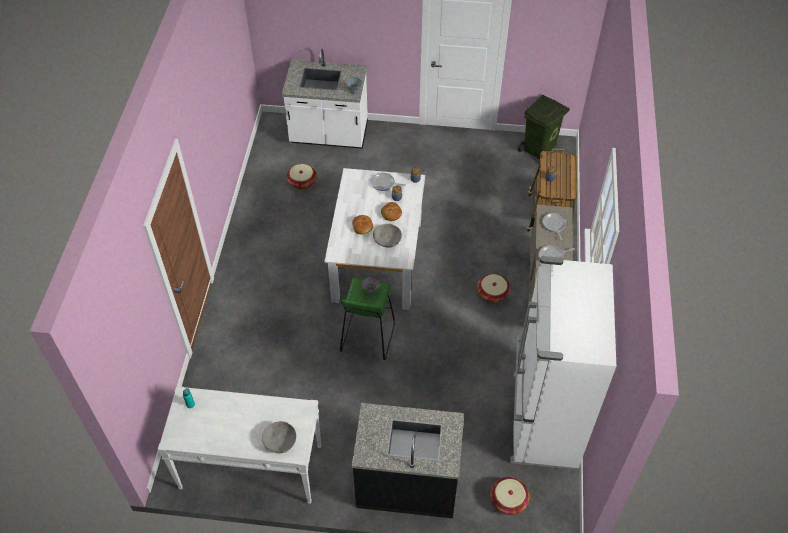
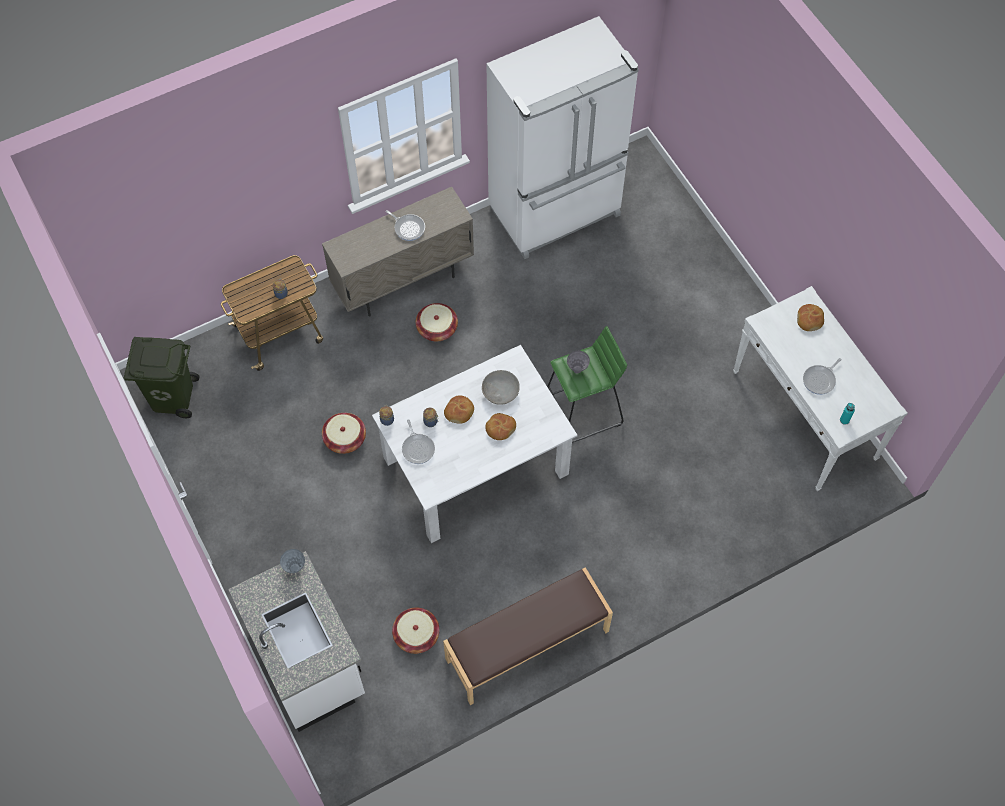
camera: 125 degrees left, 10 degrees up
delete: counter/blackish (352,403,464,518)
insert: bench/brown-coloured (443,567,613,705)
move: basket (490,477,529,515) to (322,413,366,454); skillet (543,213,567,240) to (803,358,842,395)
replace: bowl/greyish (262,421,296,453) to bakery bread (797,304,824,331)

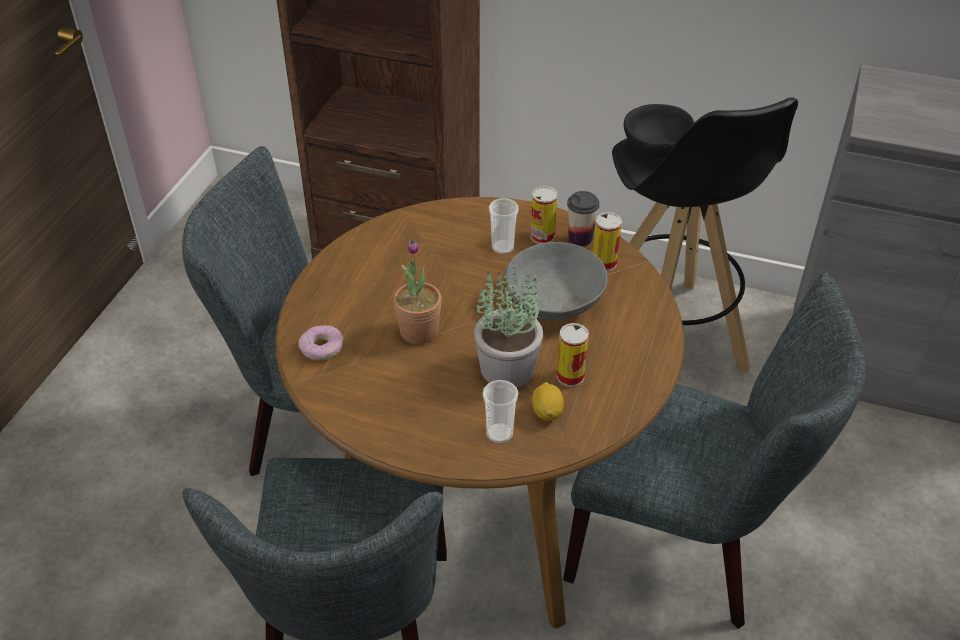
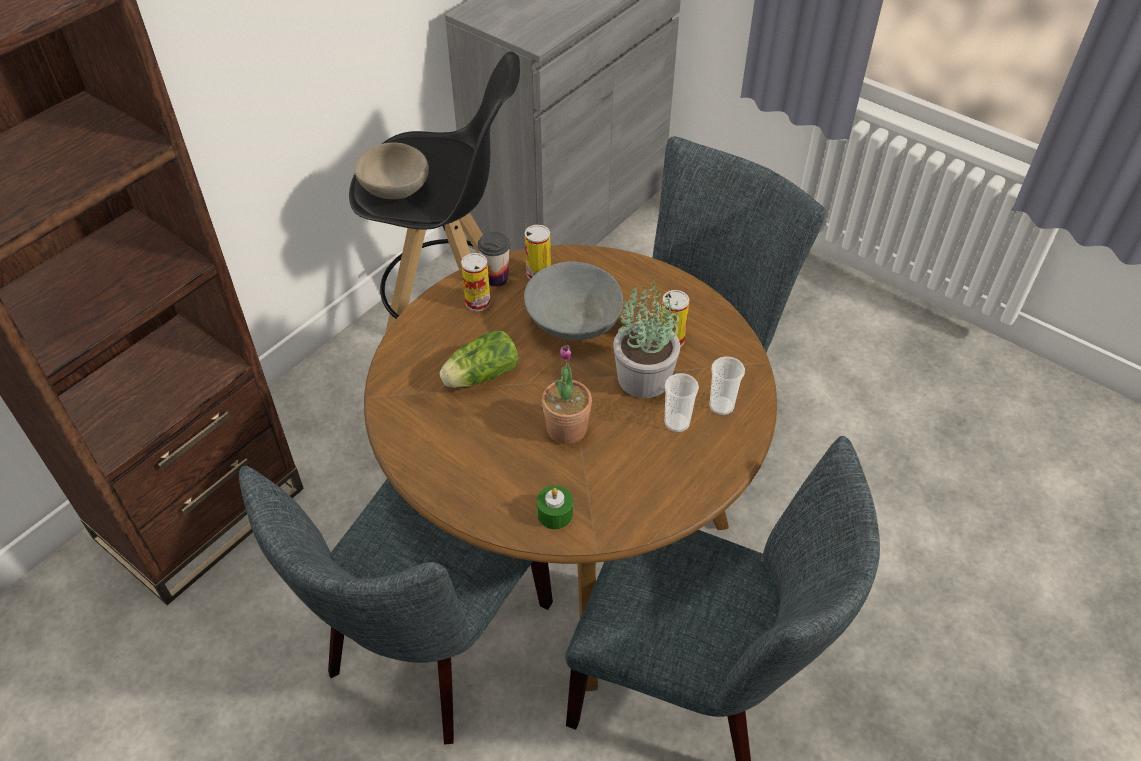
camera: 70 degrees left, 5 degrees up
delete: citrus fruit (532,382,564,421)
insert: head of lettuce (440,331,519,388)
move: small cup (489,198,519,254) to (665,373,699,432)
replace: ring doughnut (299,325,343,360) to wax candle/greenish (537,485,573,529)
recolor: bowl/blackish (624,104,694,158) to bowl/sand-coloured (355,142,429,199)

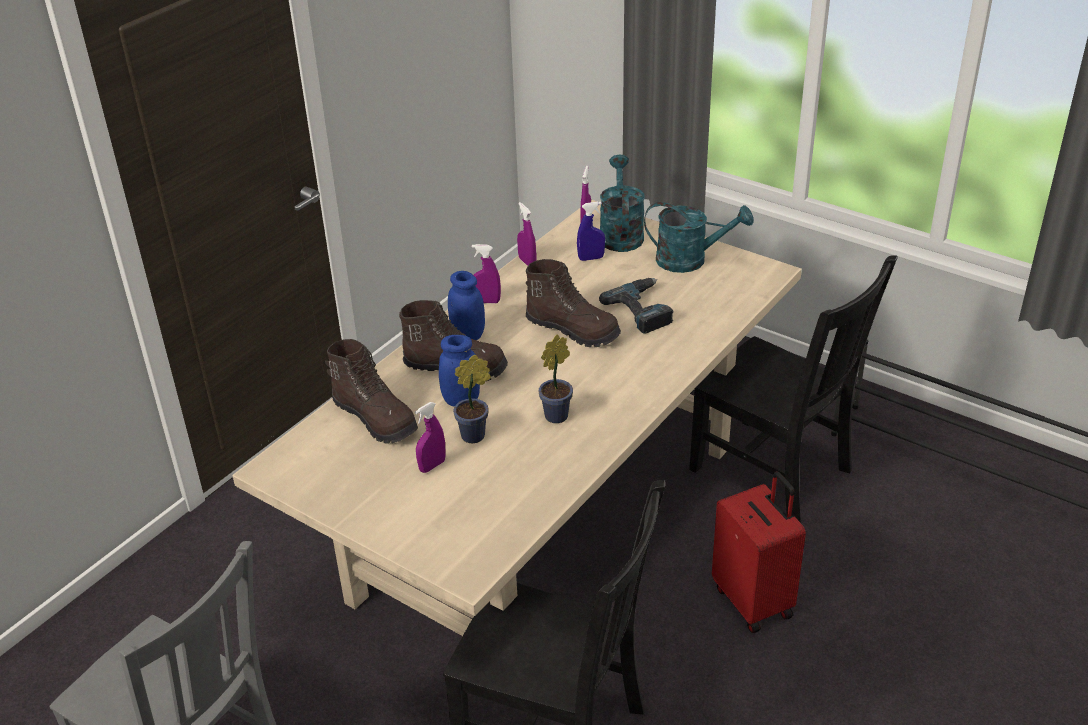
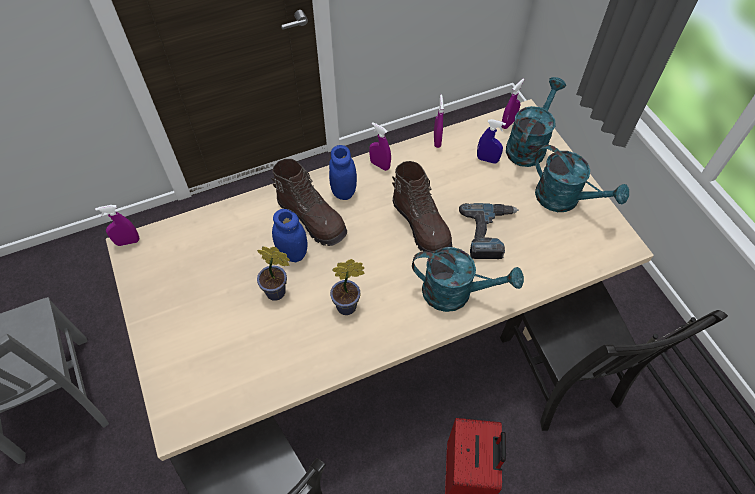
camera: 30 degrees right, 20 degrees up
delete: boot/brown-coloured (325,339,418,444)
insert: watering can/turquoise-coloured (412,247,524,312)
move: spray bottle/purple (415,402,446,473) to (95,205,139,246)

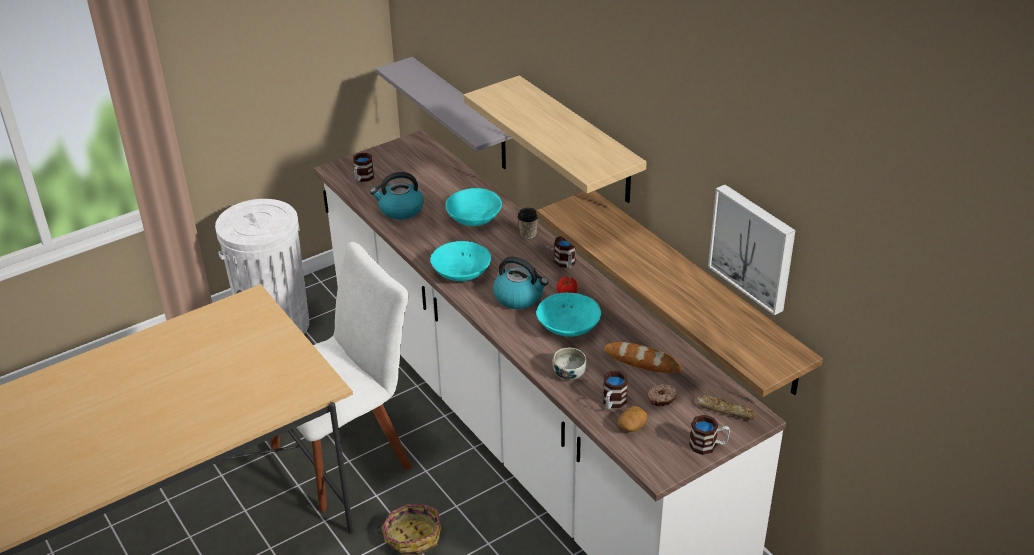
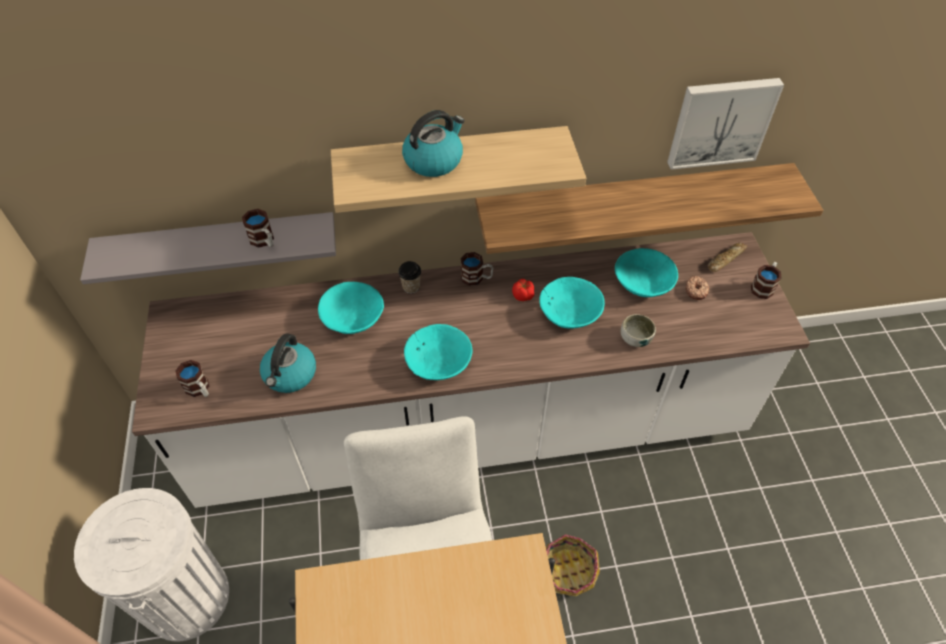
camera: 65 degrees left, 15 degrees up
delete: spud (618,406,648,432)
move: kettle (493,257,548,309) to (402,110,465,177); mug (603,371,628,410) to (242,209,274,248)
replace: bakery bread (604,342,682,373) to bowl/turquoise-coloured (615,248,678,297)

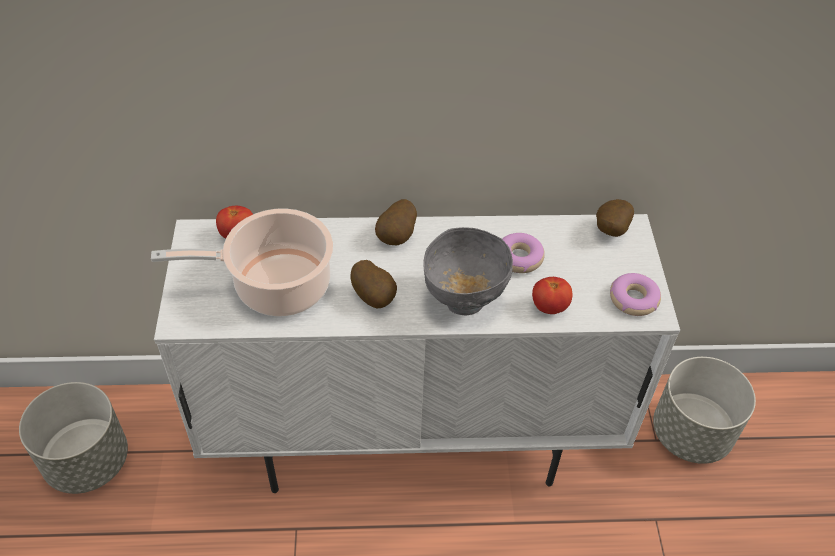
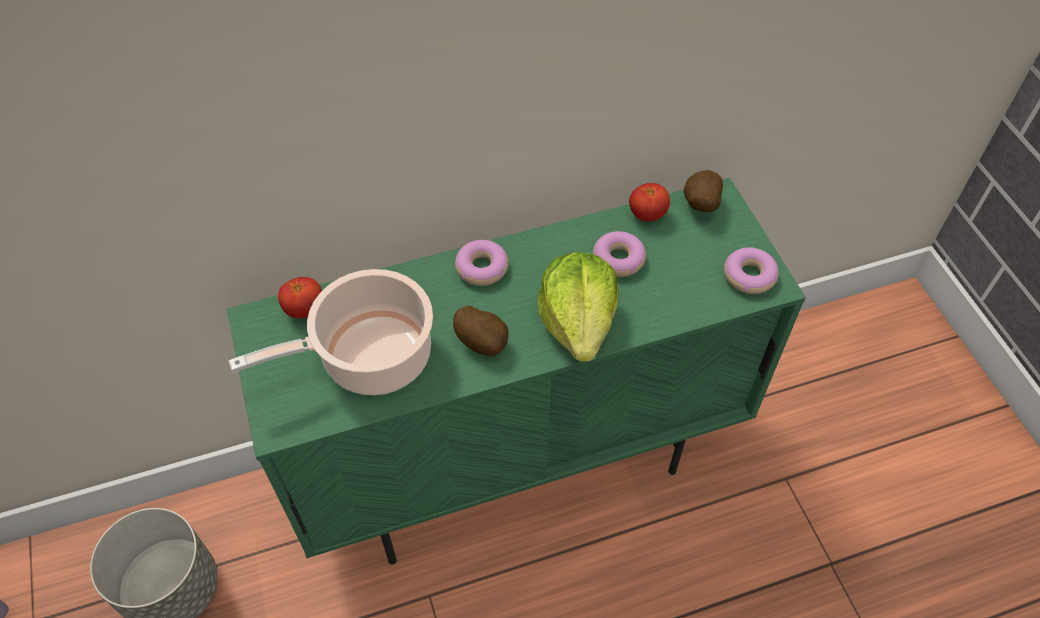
camera: 15 degrees left, 5 degrees up
delete: plant pot/greyish (653,357,756,464)
move: tomato (532,277,572,314) to (629,183,670,222)
replace: spud (375,199,417,245) to ring doughnut (455,240,509,286); bowl/greyish (423,227,513,315) to head of lettuce (537,252,619,362)
recolor: storage cabinet/white (154,214,680,493) to storage cabinet/greenish (227,178,806,565)

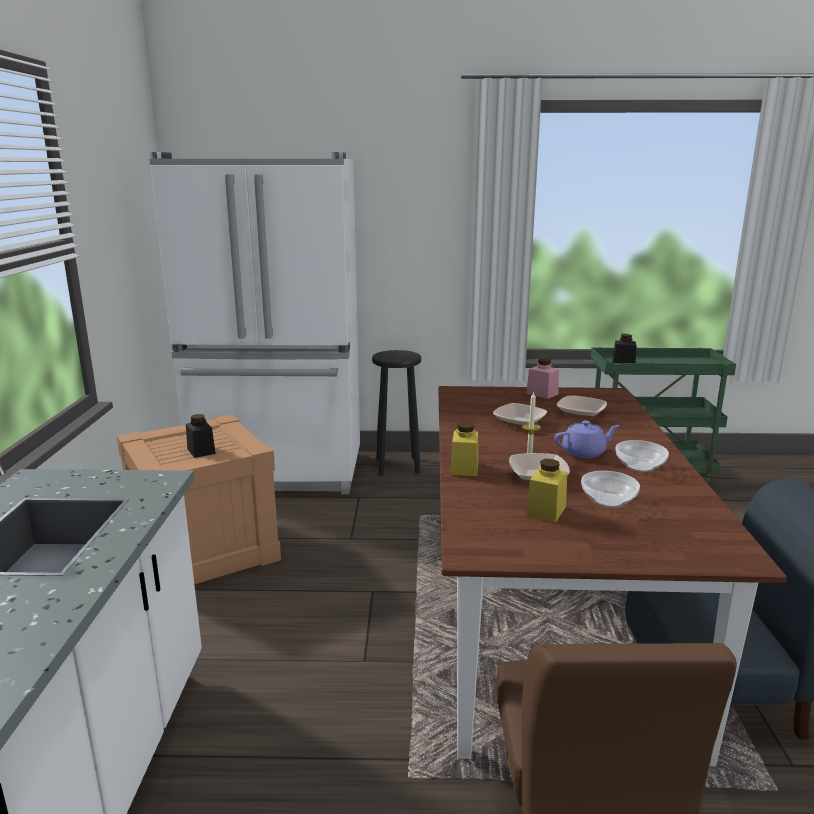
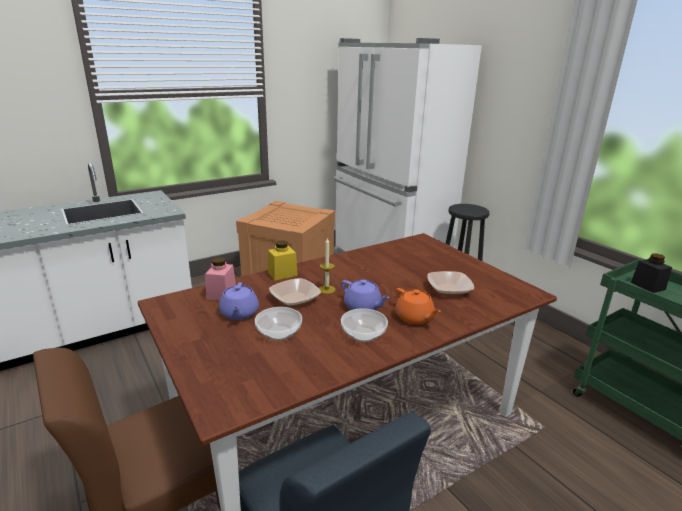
camera: 55 degrees right, 5 degrees up
delete: preserve jar/blackish (186,414,216,458); bowl (493,403,547,428)
insert: teapot/orange-coloured (395,288,441,324)
move: preserve jar/pink-coloured (526,358,559,399) to (205,257,236,301)
replace: preserve jar/yellow-coloured (526,459,567,523) to teapot/purple (219,282,259,320)

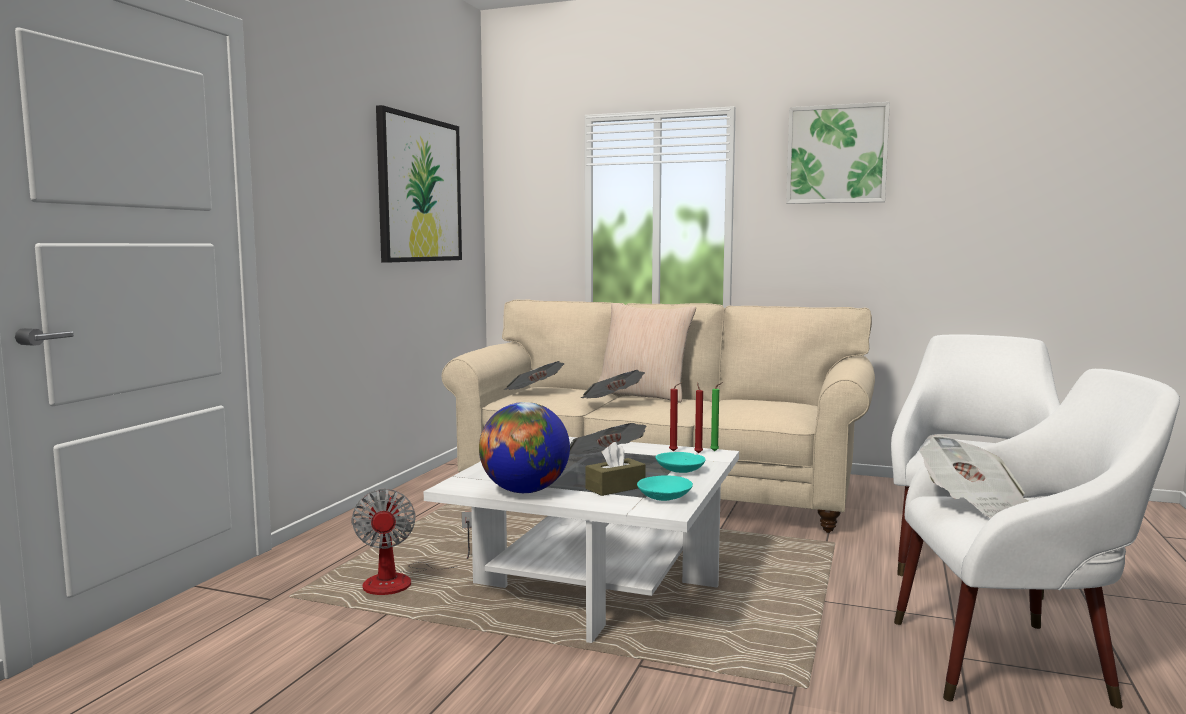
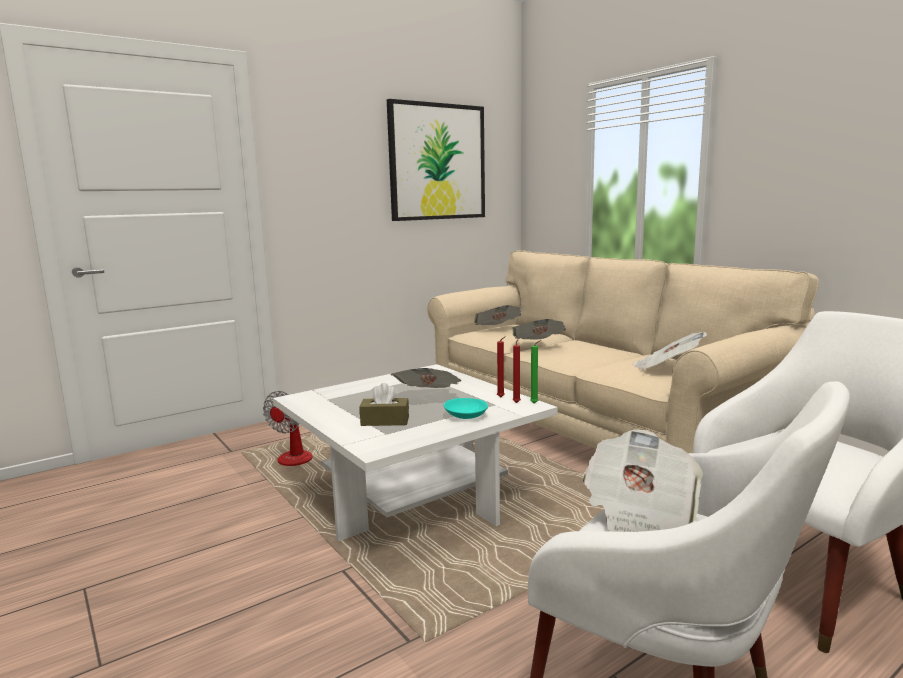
camera: 35 degrees right, 5 degrees up
delete: world globe (479,402,570,493); cushion/sand-coloured (598,303,696,403); bowl/turquoise-coloured (637,475,693,501); wall art (786,102,890,204)
insert: daily paper (632,332,707,370)

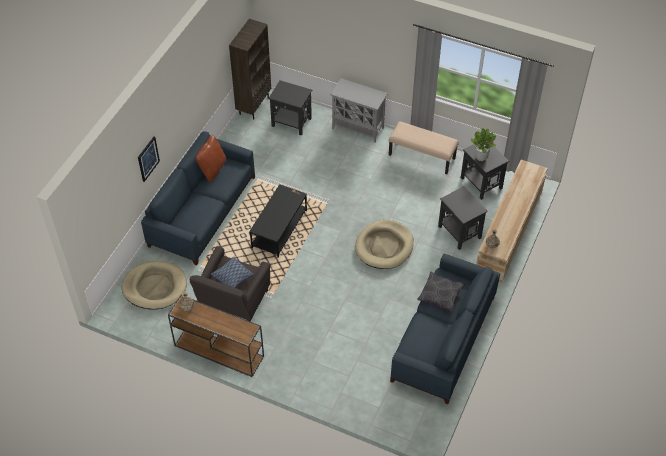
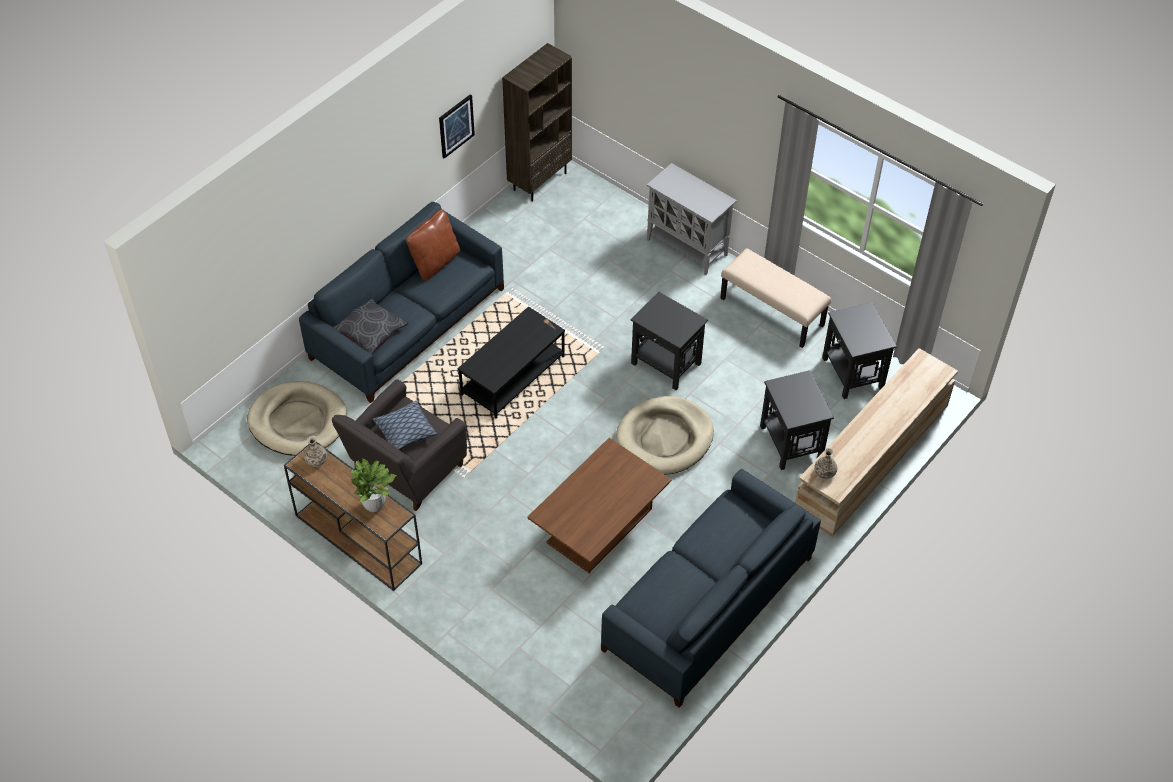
camera: 15 degrees right, 0 degrees up
insert: low table/brown-coloured (527,438,672,573)
move: wall art (138,137,160,182) to (439,94,475,159); accent table/blackish (268,80,312,136) to (631,292,708,390); cushion/greyish (417,272,465,312) to (333,299,409,354); houseplant (471,128,497,161) to (351,459,396,512)

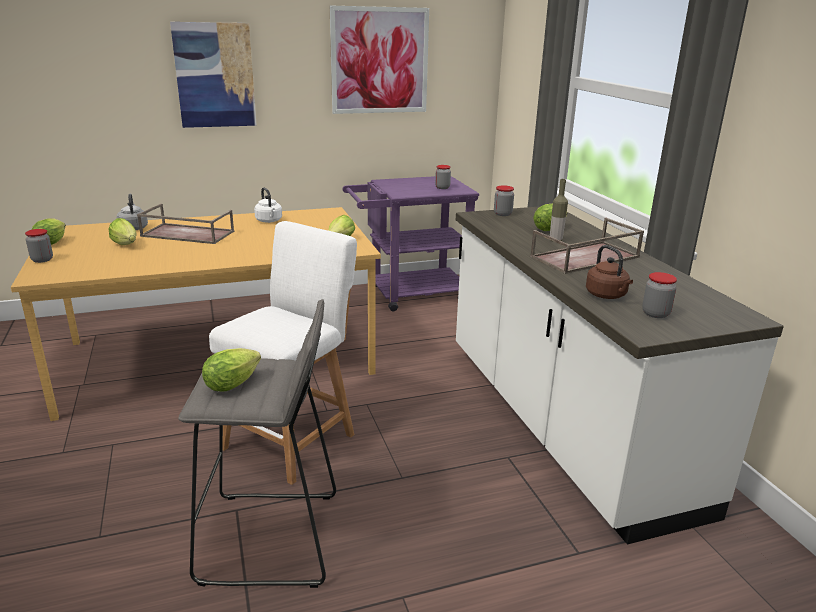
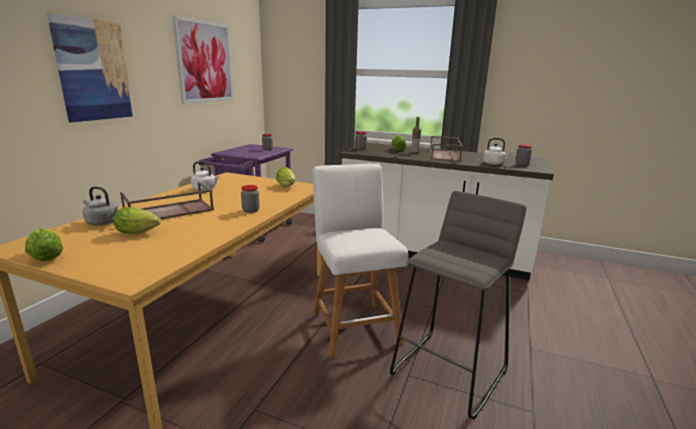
camera: 50 degrees left, 5 degrees down
delete: head of lettuce (202,348,261,392)
move: preserve jar (25,229,53,263) to (241,185,259,213)
recolor: kettle/brown-coloured (586,245,633,299) to kettle/white (483,138,513,165)

